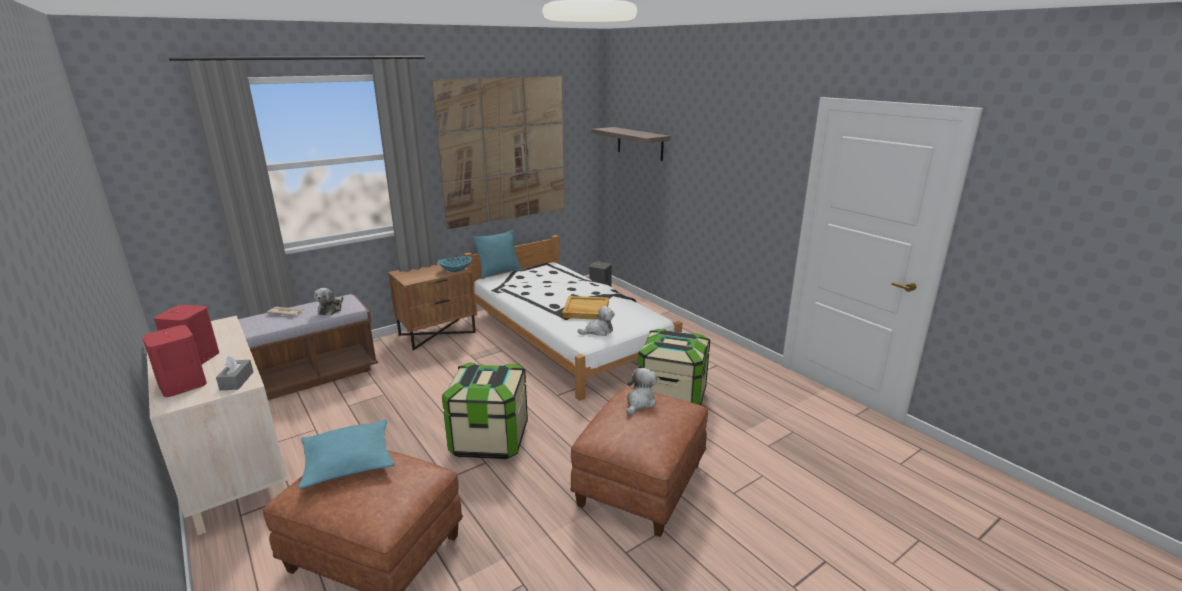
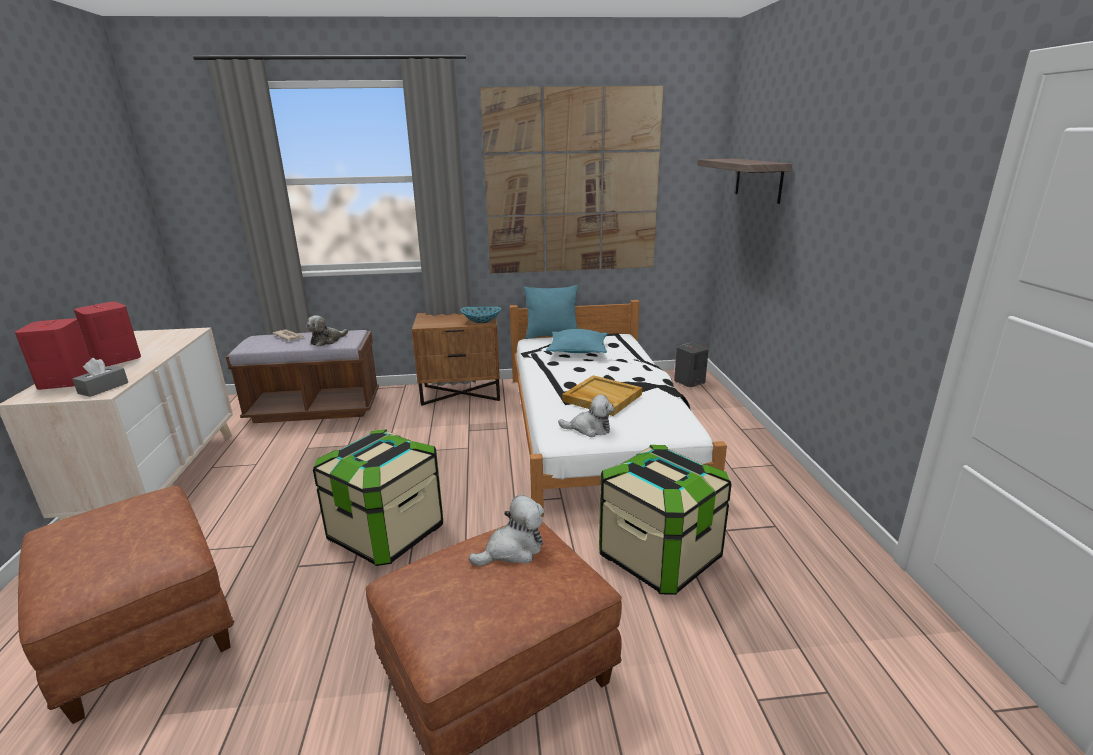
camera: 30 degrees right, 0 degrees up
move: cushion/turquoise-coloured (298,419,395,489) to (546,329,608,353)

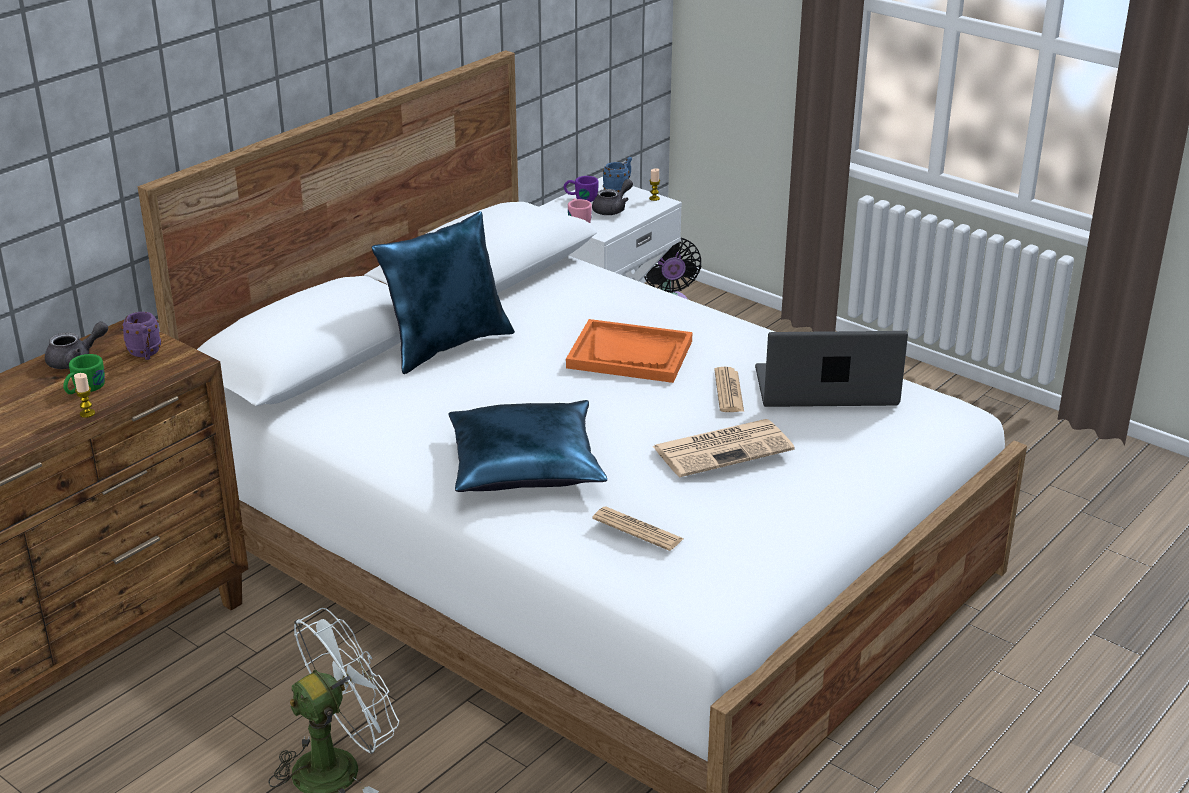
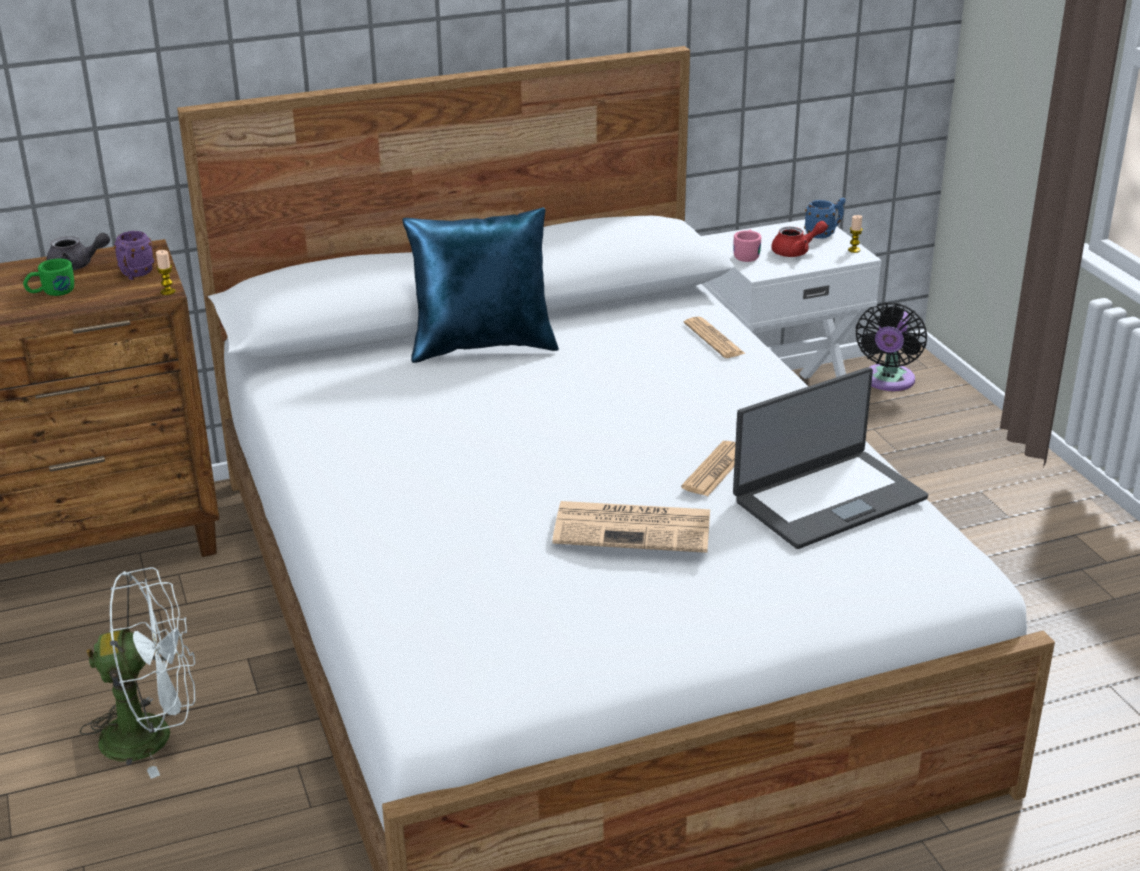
camera: 30 degrees right, 0 degrees up
delete: cushion/blue (449,400,607,492); mug/purple (564,176,598,202); tray/orange-coloured (566,319,692,383)
move: wax candle (74,373,95,418) to (156,250,176,295); daily paper (592,506,684,551) to (684,317,746,358)
recolor: teapot/greyish (592,179,633,215) to teapot/red-coloured (771,221,828,257)
rotate: notebook computer (755,331,908,407) = (733,367,928,549) 120 degrees clockwise

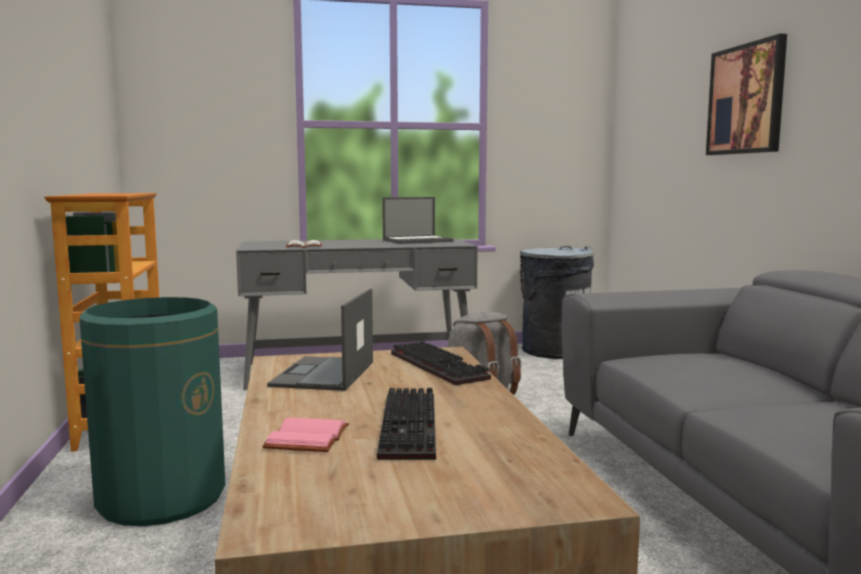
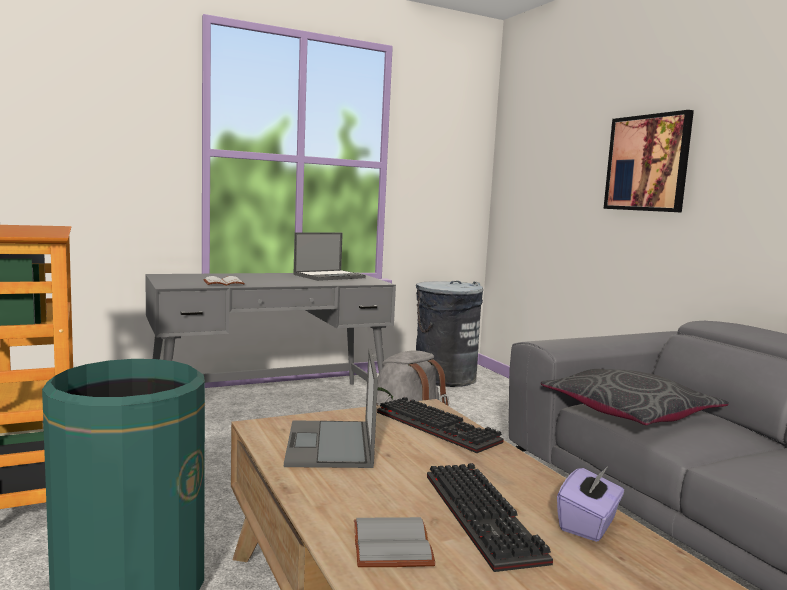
camera: 15 degrees left, 0 degrees up
insert: cushion/greyish (541,369,729,425); tissue box/purple (557,466,624,542)
recolor: bound book/pink-coloured (262,418,349,452) to bound book/greyish (354,517,436,567)

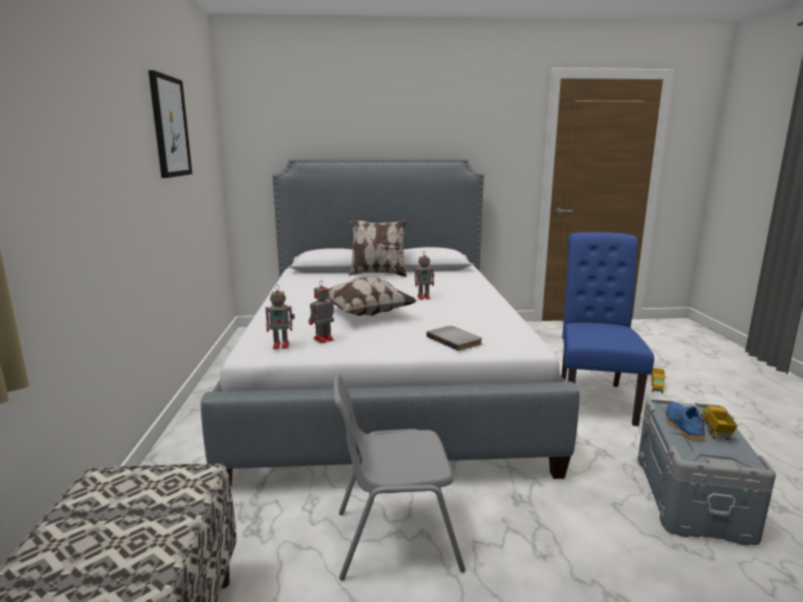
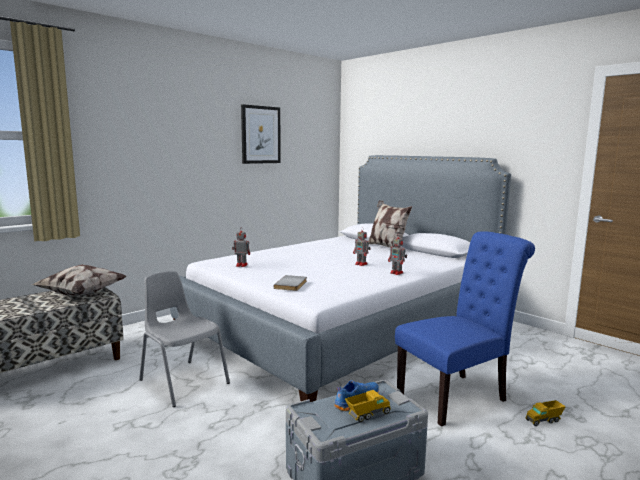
camera: 50 degrees right, 5 degrees down
move: toy robot (266,286,295,349) to (388,235,407,275); cushion (329,277,417,316) to (31,264,126,297)

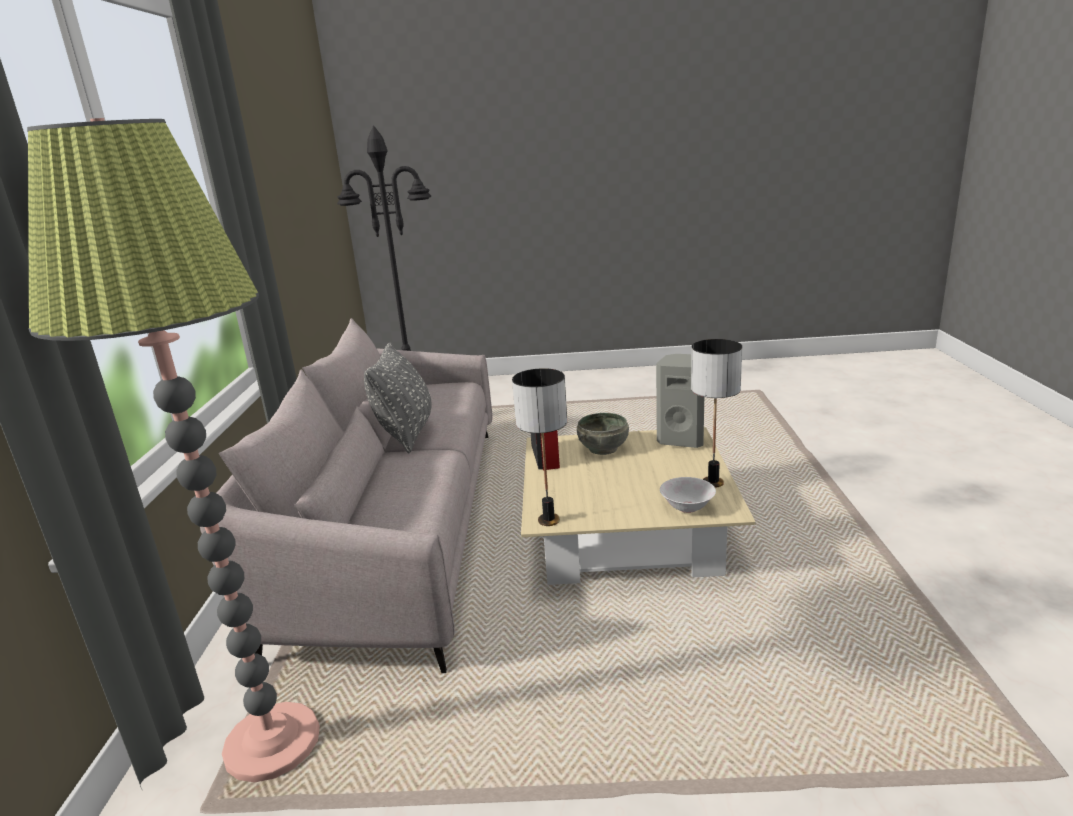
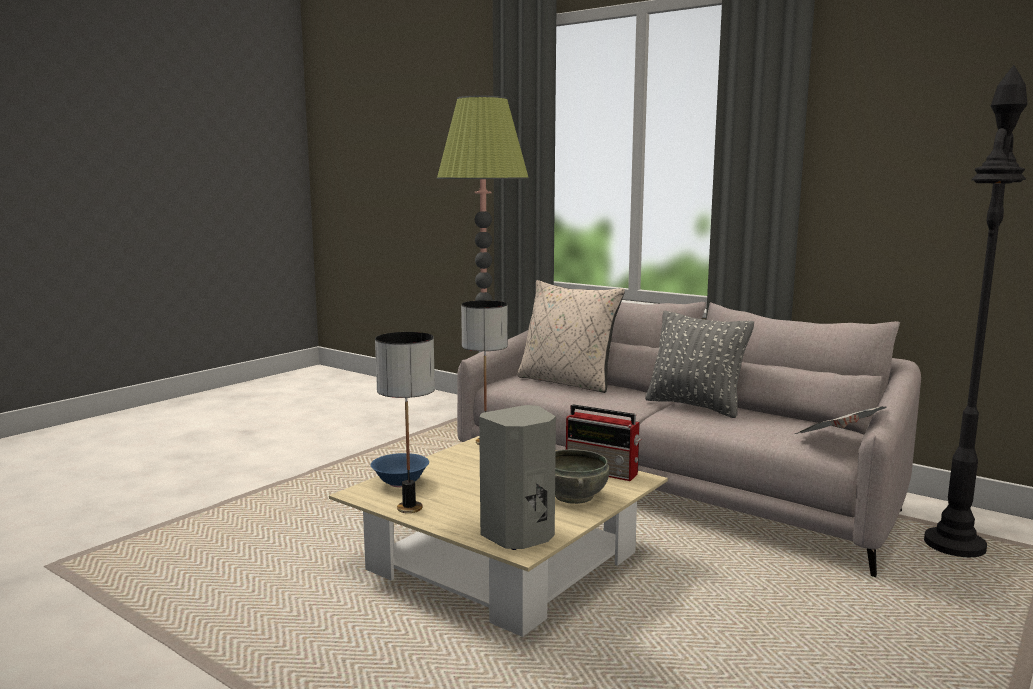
camera: 125 degrees right, 10 degrees down
insert: cushion/sand-coloured (517,280,625,393); daily paper (795,406,887,434)
recolor: bowl/white (660,477,716,513) to bowl/blue (370,453,429,487)

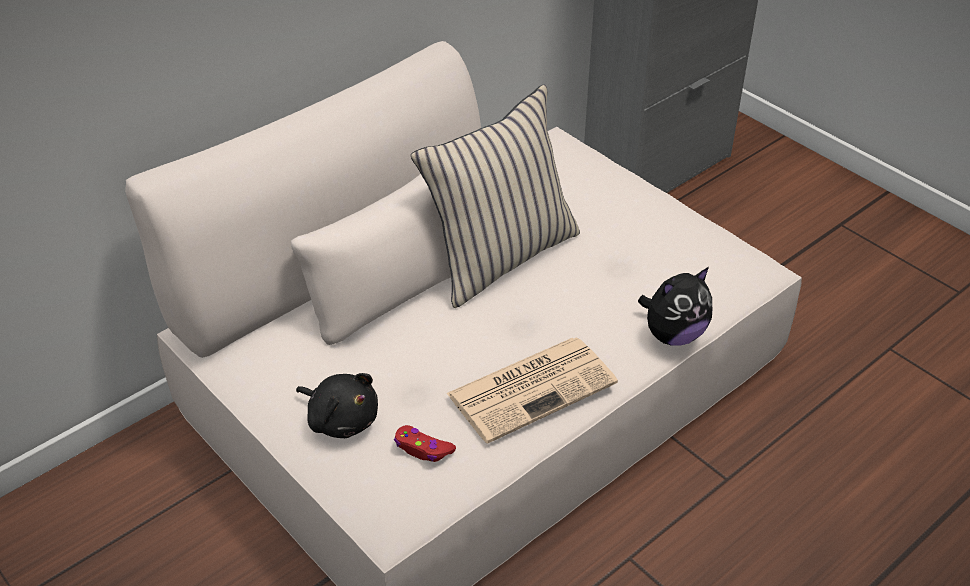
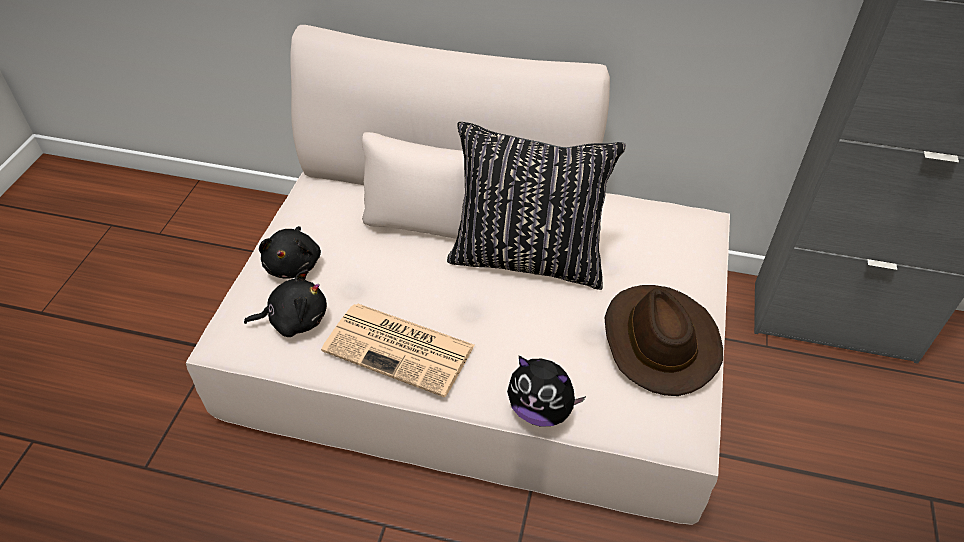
camera: 55 degrees right, 5 degrees up
insert: hat/brown-coloured (604,285,723,396)
replace: joypad/red-coloured (394,425,456,462) to cuddly toy/blackish (244,269,327,337)
recolor: cushion/sand-coloured (411,85,580,308) to cushion/blackish (447,122,626,290)

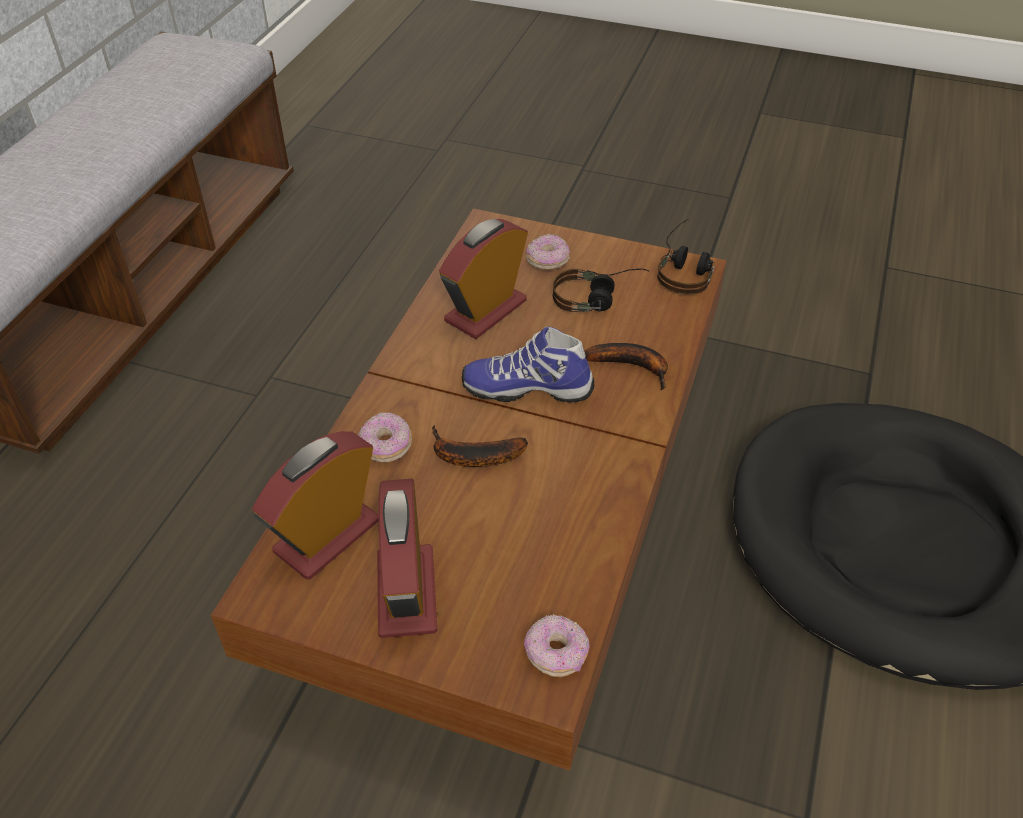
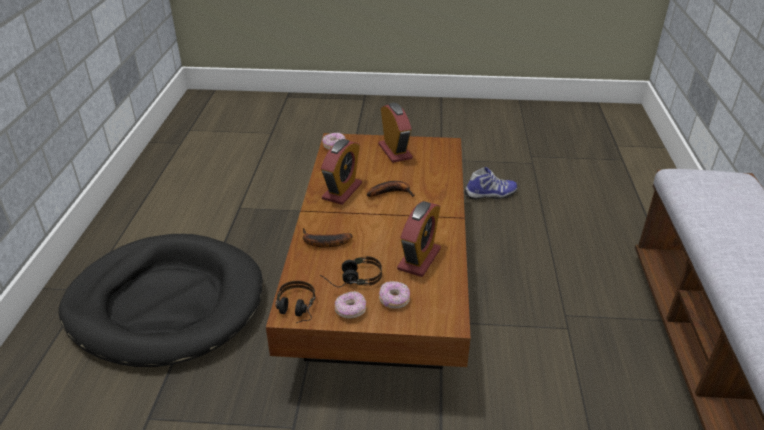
camera: 165 degrees right, 10 degrees down
move: alarm clock (252,431,379,580) to (321,139,362,205); ring doughnut (358,412,412,462) to (334,291,366,319); low shoe (462,326,594,402) to (464,167,518,200)

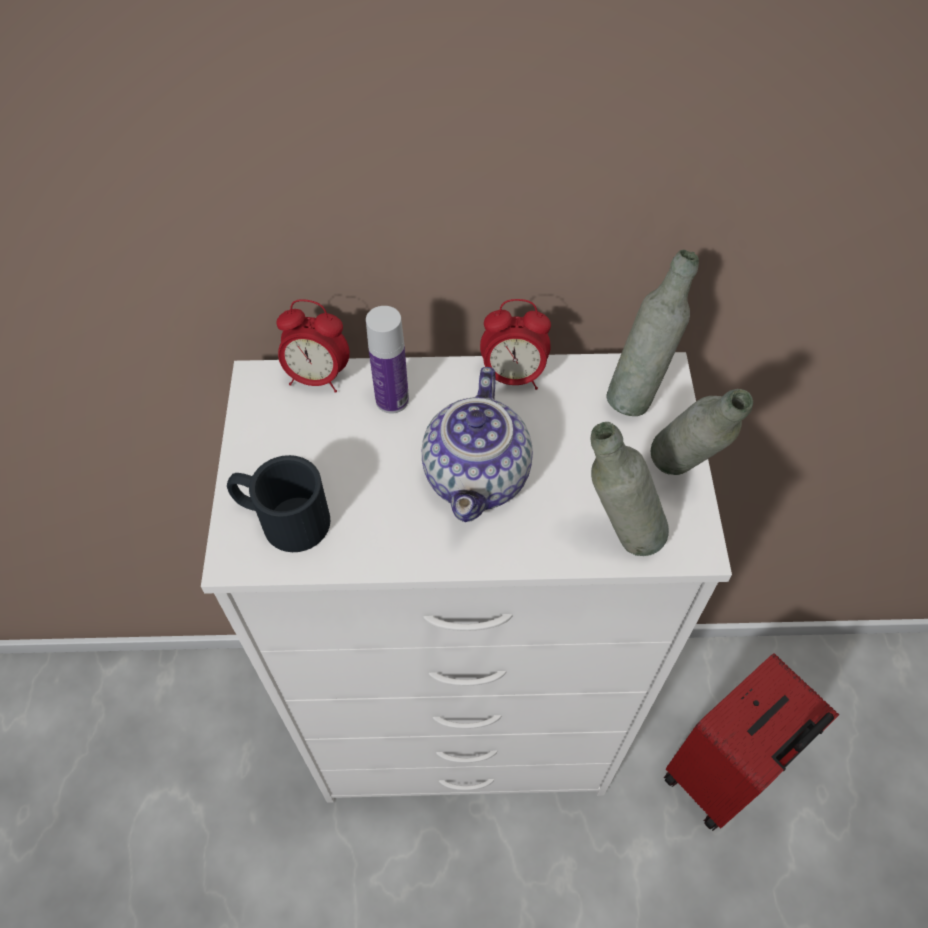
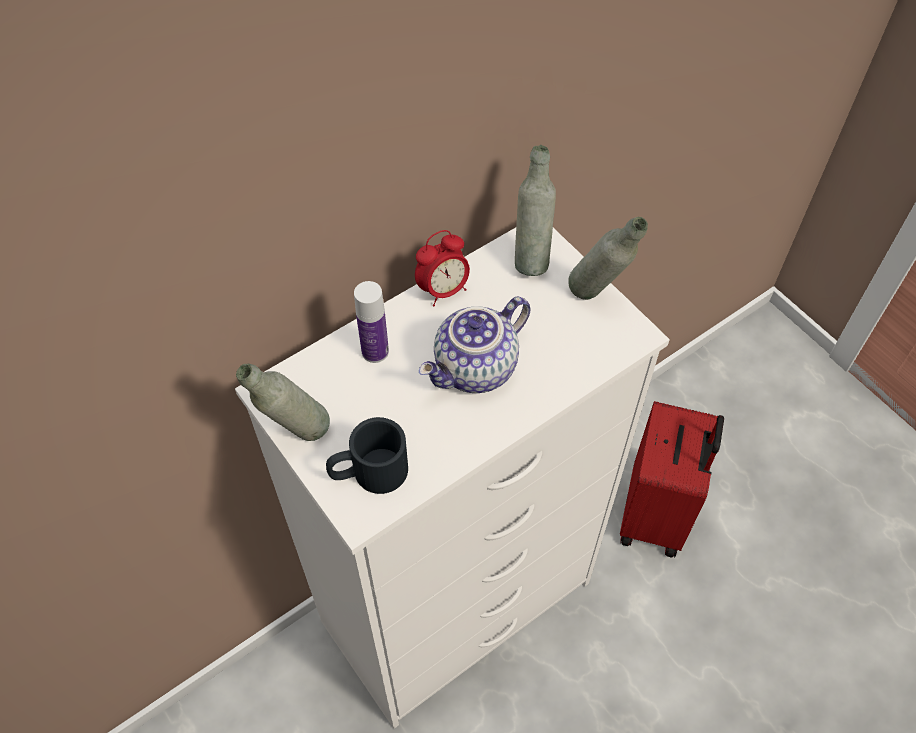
camera: 35 degrees left, 0 degrees up
delete: alarm clock (276,299,350,393)
move: drink bottle/greyish (591,422,669,556) to (236,364,330,441)
rotate: teapot (422,367,533,522) = (419,296,531,393) 75 degrees clockwise

